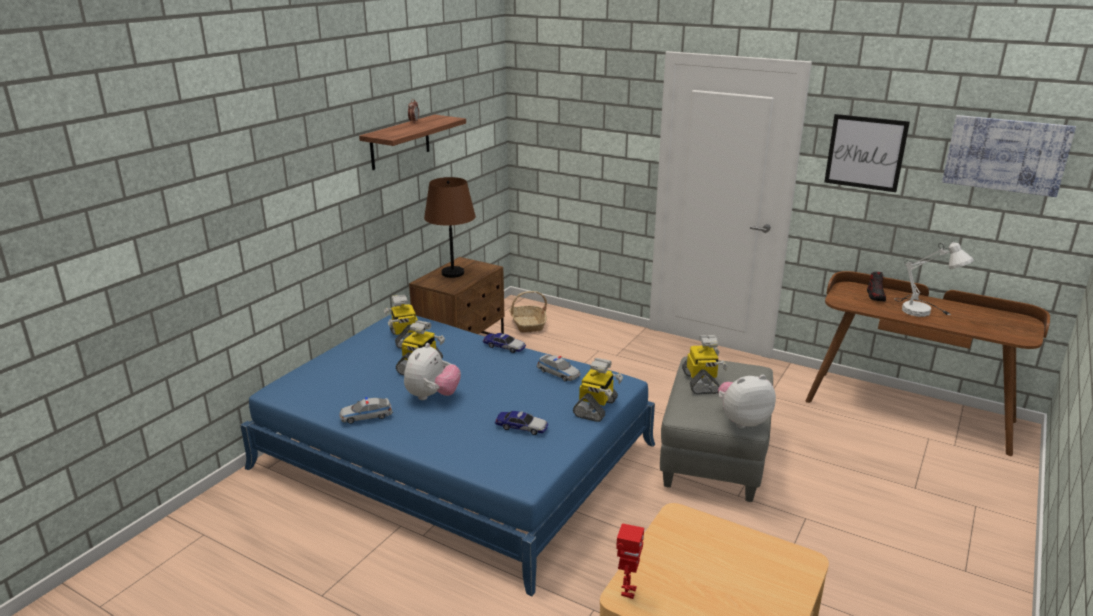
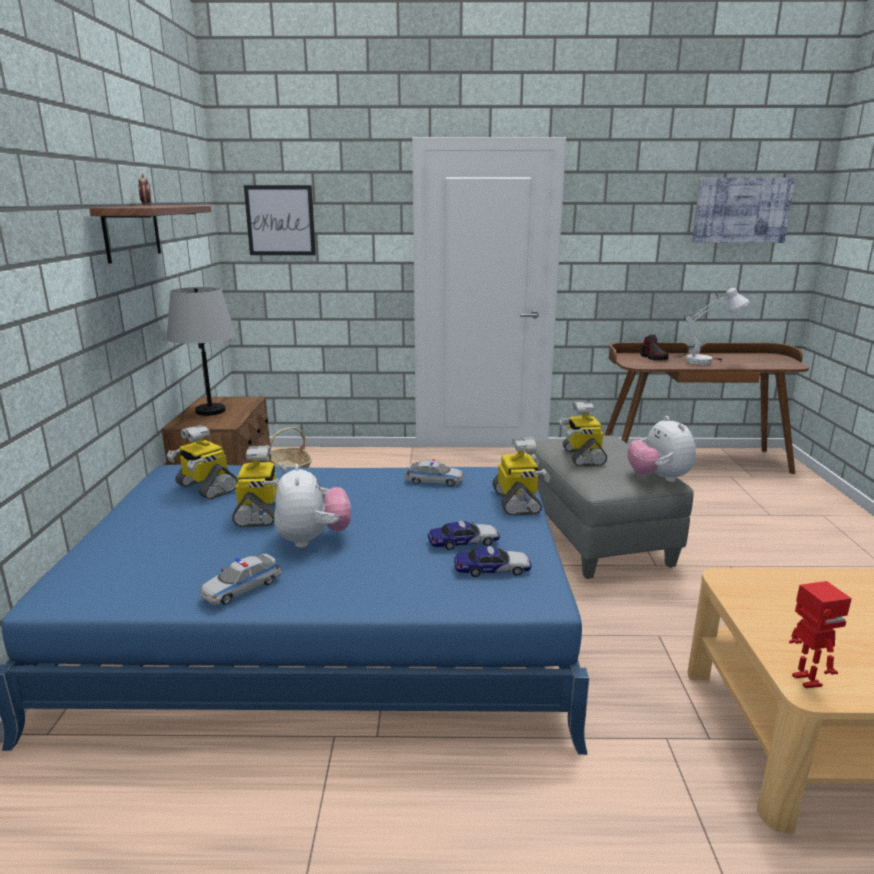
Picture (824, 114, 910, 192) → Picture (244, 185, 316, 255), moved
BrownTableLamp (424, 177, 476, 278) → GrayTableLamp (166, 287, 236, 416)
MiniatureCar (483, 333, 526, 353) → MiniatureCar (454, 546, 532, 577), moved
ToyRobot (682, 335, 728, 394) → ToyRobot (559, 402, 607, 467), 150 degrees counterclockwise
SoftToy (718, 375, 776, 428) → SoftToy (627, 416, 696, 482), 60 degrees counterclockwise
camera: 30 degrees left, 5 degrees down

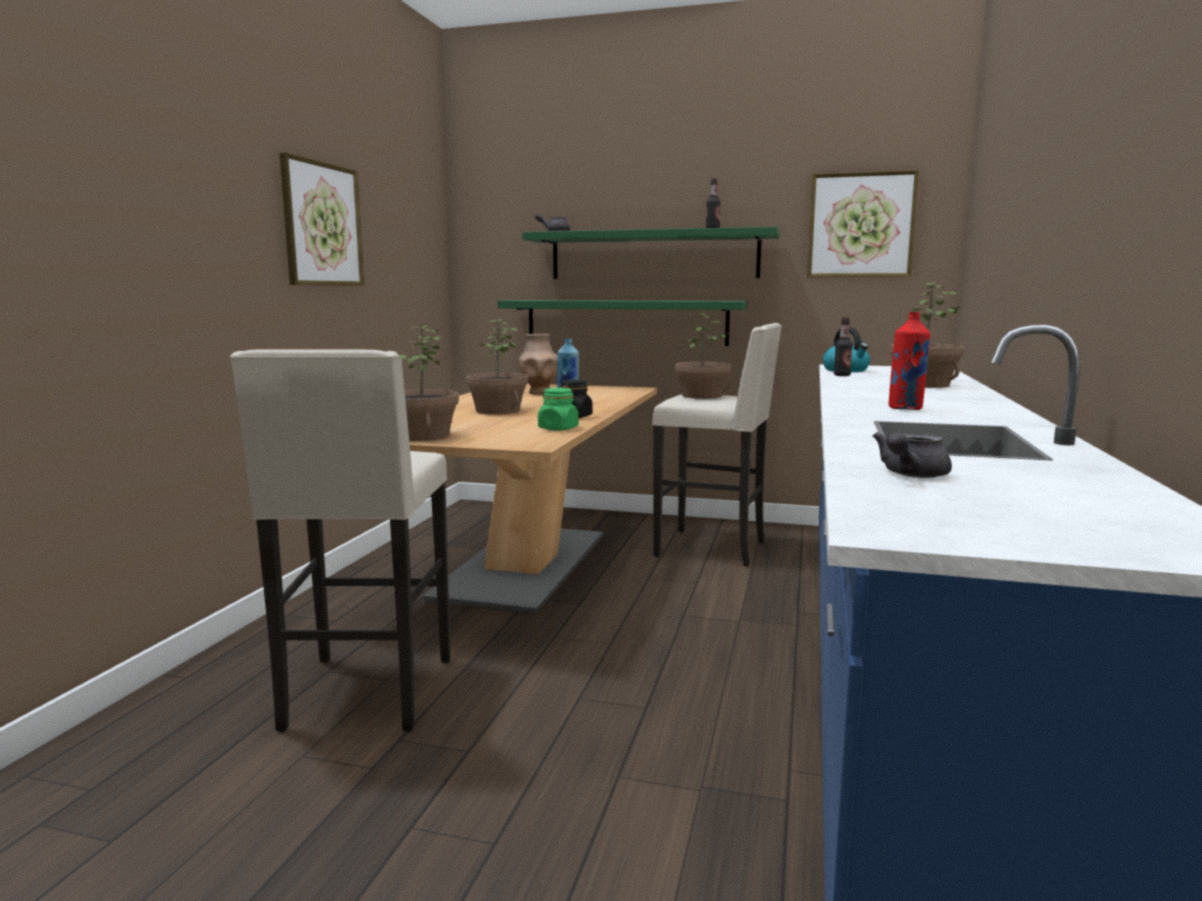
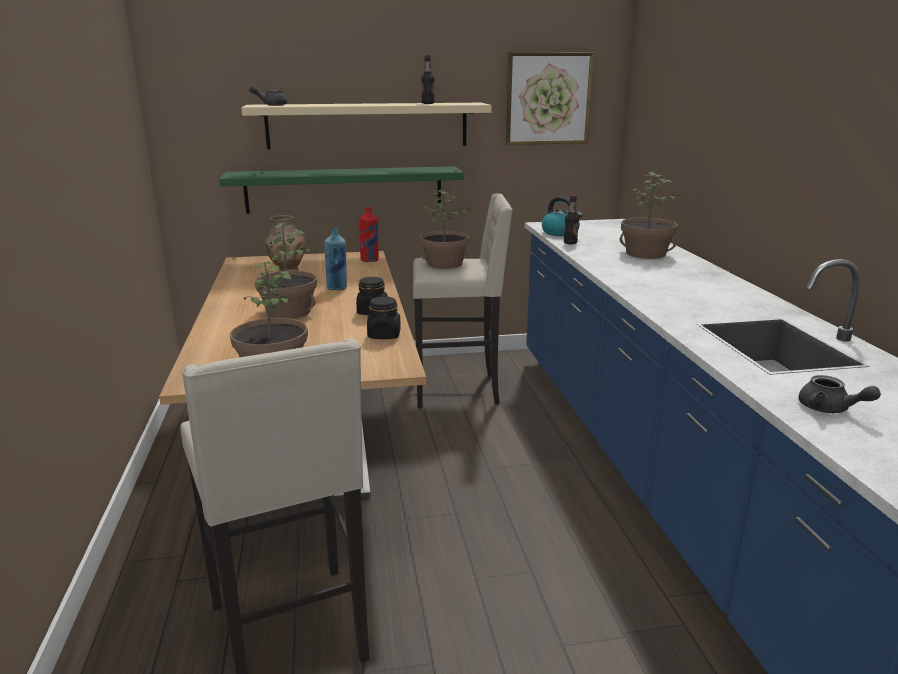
Picture (279, 152, 364, 286) → -
GreenishWallShelf (522, 227, 779, 279) → BeigeWallShelf (241, 103, 492, 150)
RedColouredBottle (889, 312, 930, 410) → RedColouredBottle (359, 207, 379, 262), moved
GreenishPreserveJar (538, 388, 579, 431) → BlackColouredPreserveJar (367, 296, 401, 339)
GrayPotForTea (873, 432, 952, 478) → GrayPotForTea (799, 375, 881, 413), 60 degrees counterclockwise
camera: 25 degrees left, 10 degrees up

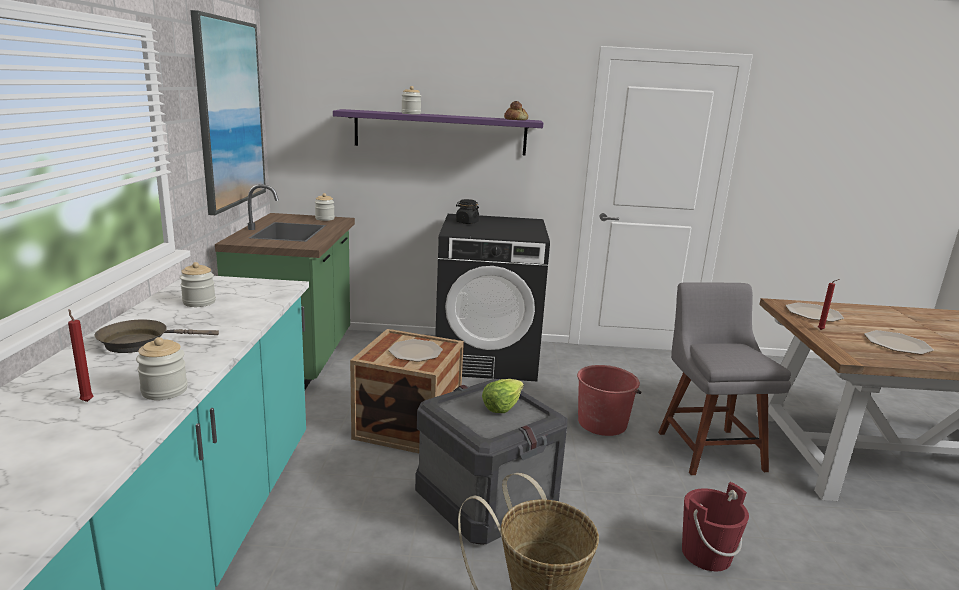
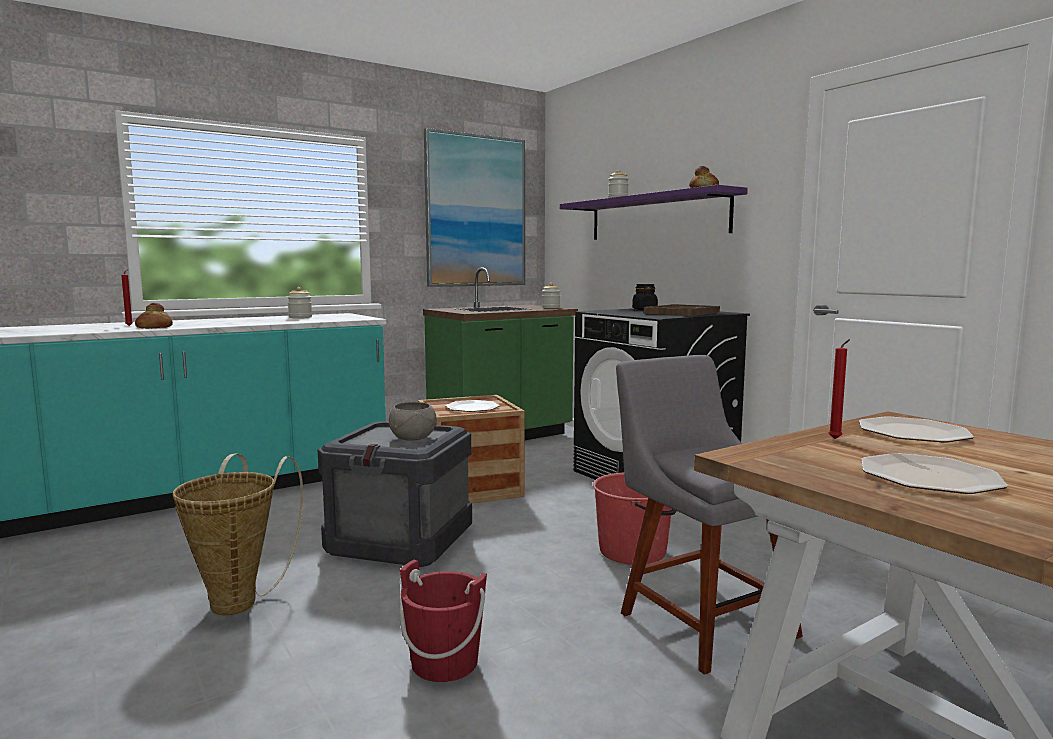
GrayUprightChair (658, 282, 791, 475) → GrayUprightChair (616, 355, 803, 675), 75 degrees counterclockwise
BrownPan (95, 319, 219, 353) → -
PreserveJar (136, 337, 188, 400) → BakeryBread (135, 303, 173, 328)
LettuceHead (482, 379, 524, 413) → GrayBowl (389, 402, 438, 441)
- → BrownCarryingTray (644, 304, 720, 316)
camera: 55 degrees right, 10 degrees down

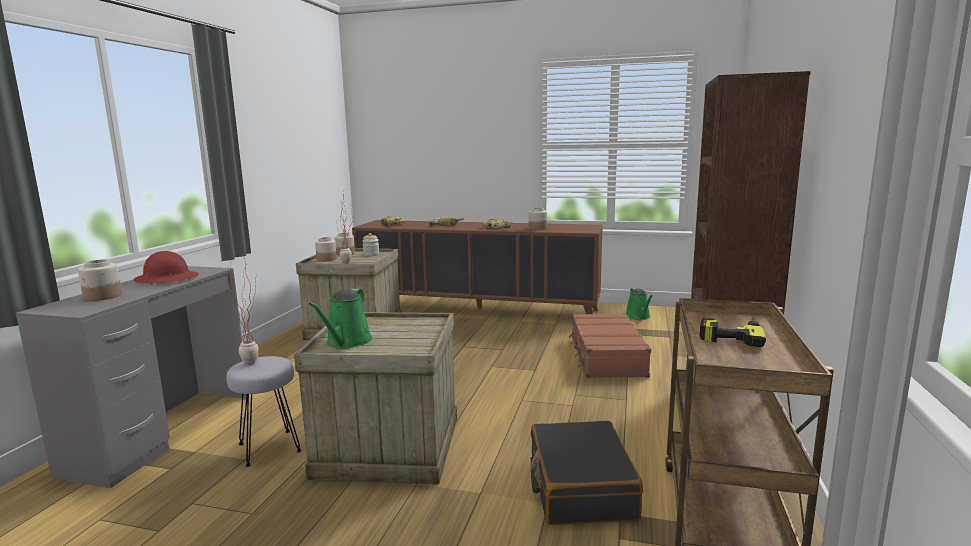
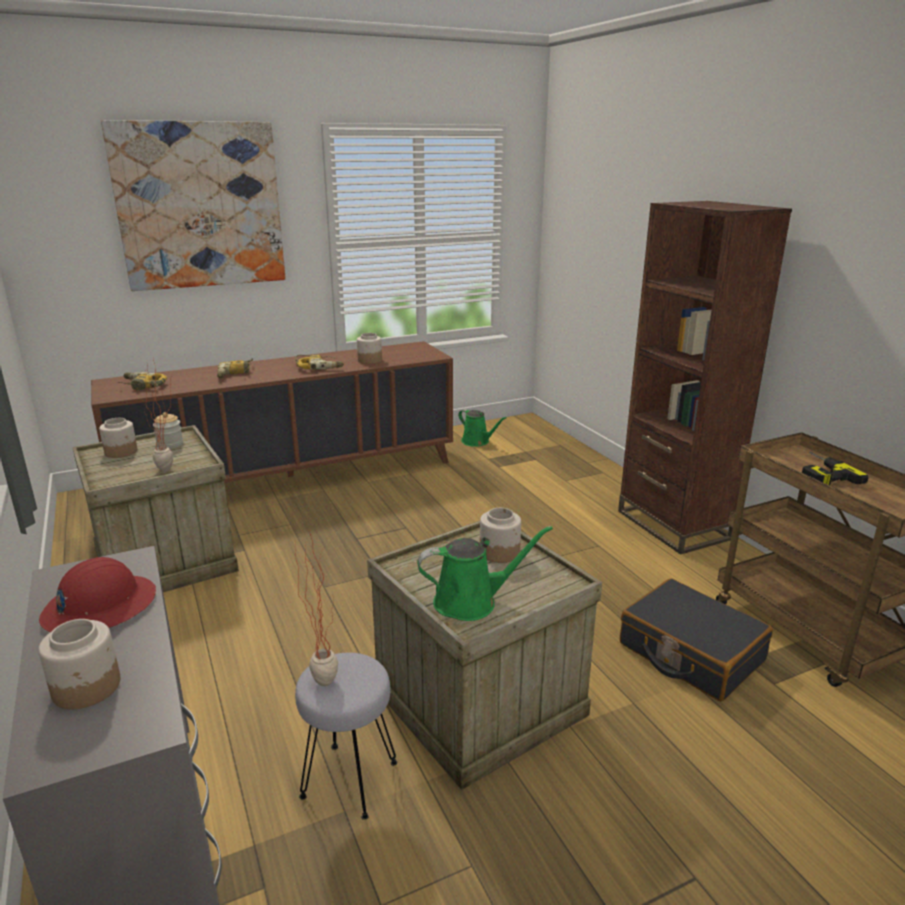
PreserveJar (315, 237, 337, 261) → PreserveJar (480, 508, 521, 563), moved
GreenishWateringCan (309, 289, 372, 349) → GreenishWateringCan (417, 526, 553, 621), 75 degrees counterclockwise
BrownSuitcase (569, 313, 651, 378) → -
- → Picture (101, 120, 286, 291)
camera: 40 degrees left, 10 degrees up

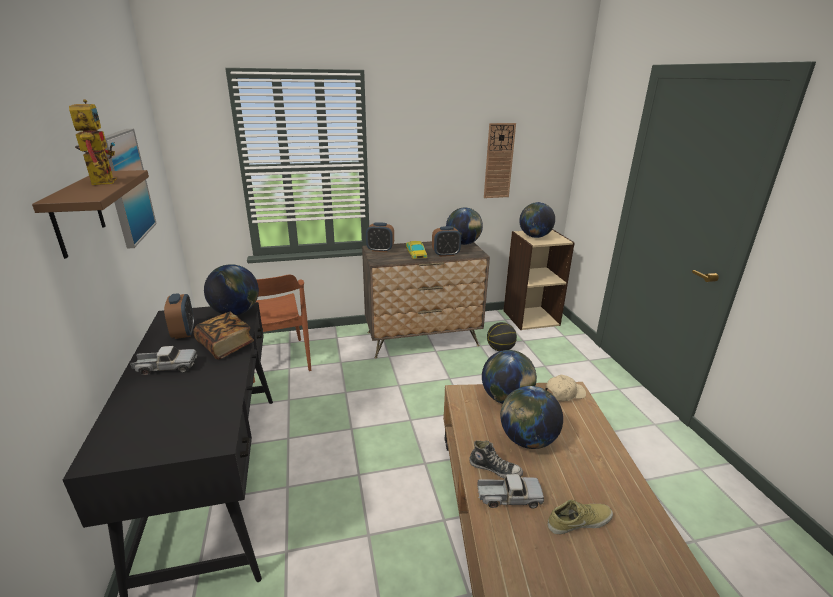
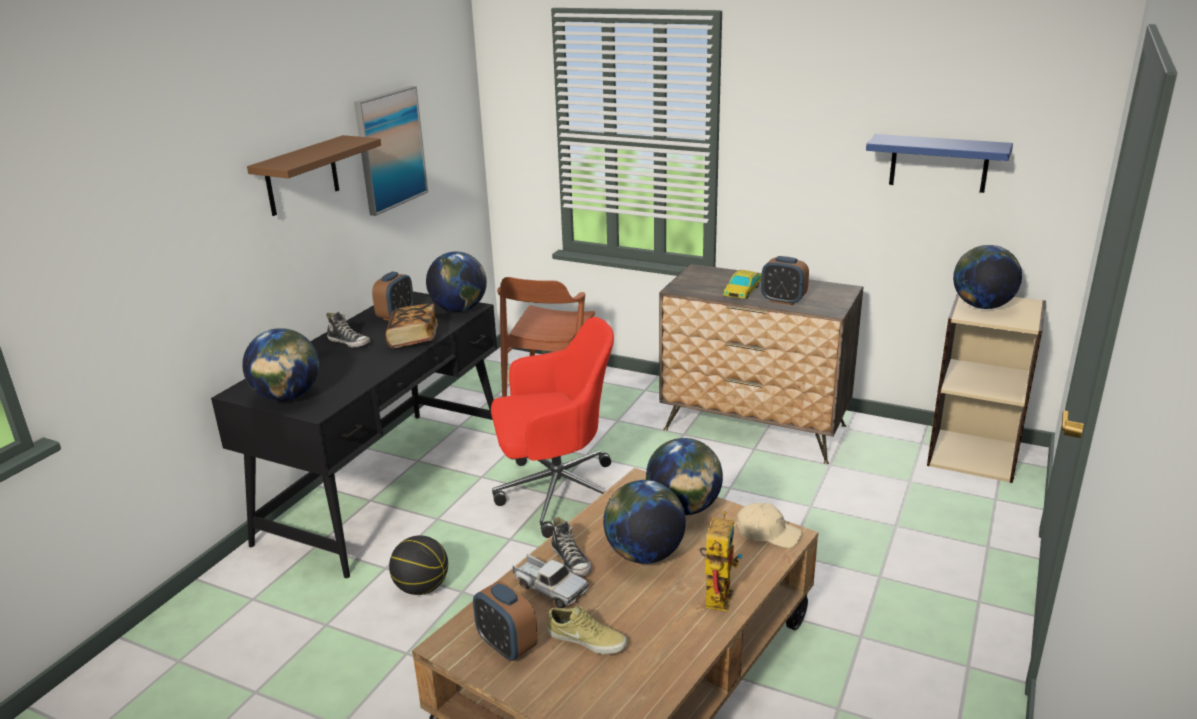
ToyRobot (69, 99, 117, 185) → ToyRobot (700, 511, 742, 612), moved
HangingClock (484, 123, 516, 198) → BlueColouredWallShelf (866, 134, 1013, 193)
Globe (446, 208, 483, 245) → Globe (242, 328, 319, 401), moved
TableClock (366, 222, 394, 252) → TableClock (473, 581, 538, 661), moved
Basketball (487, 322, 517, 351) → Basketball (389, 535, 448, 595), moved
ModelTruck (130, 346, 197, 375) → ItemOfFootwear (326, 312, 370, 348)
- → RedColouredOfficeChair (491, 317, 614, 538)
camera: 40 degrees right, 0 degrees up

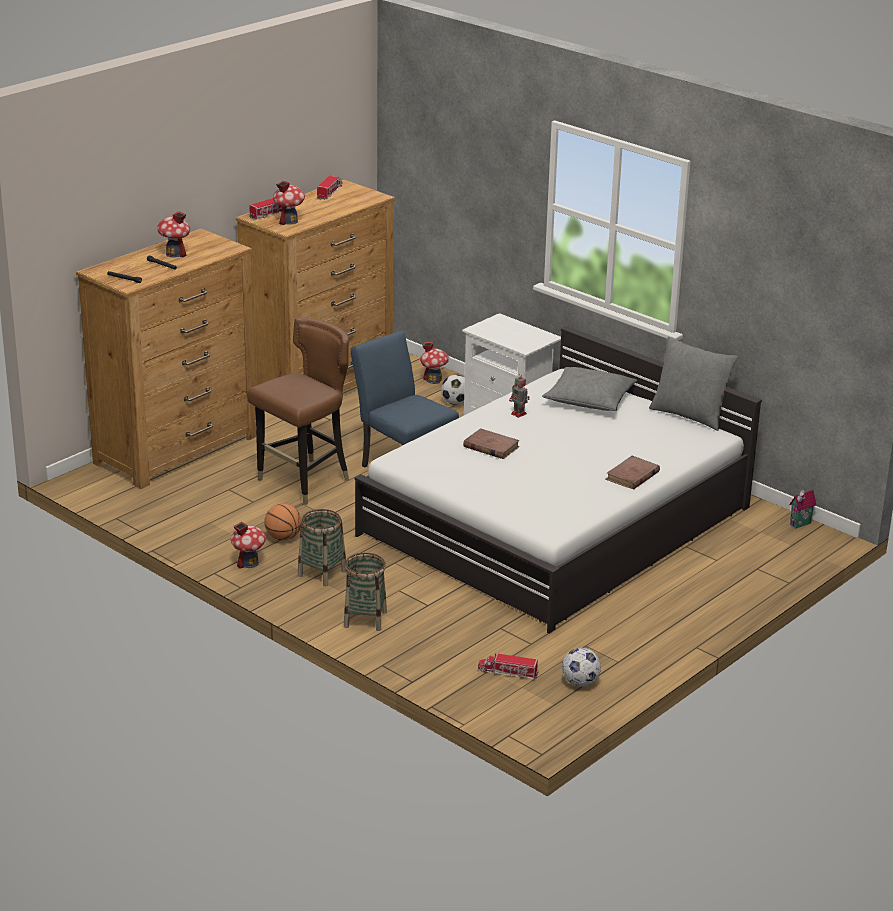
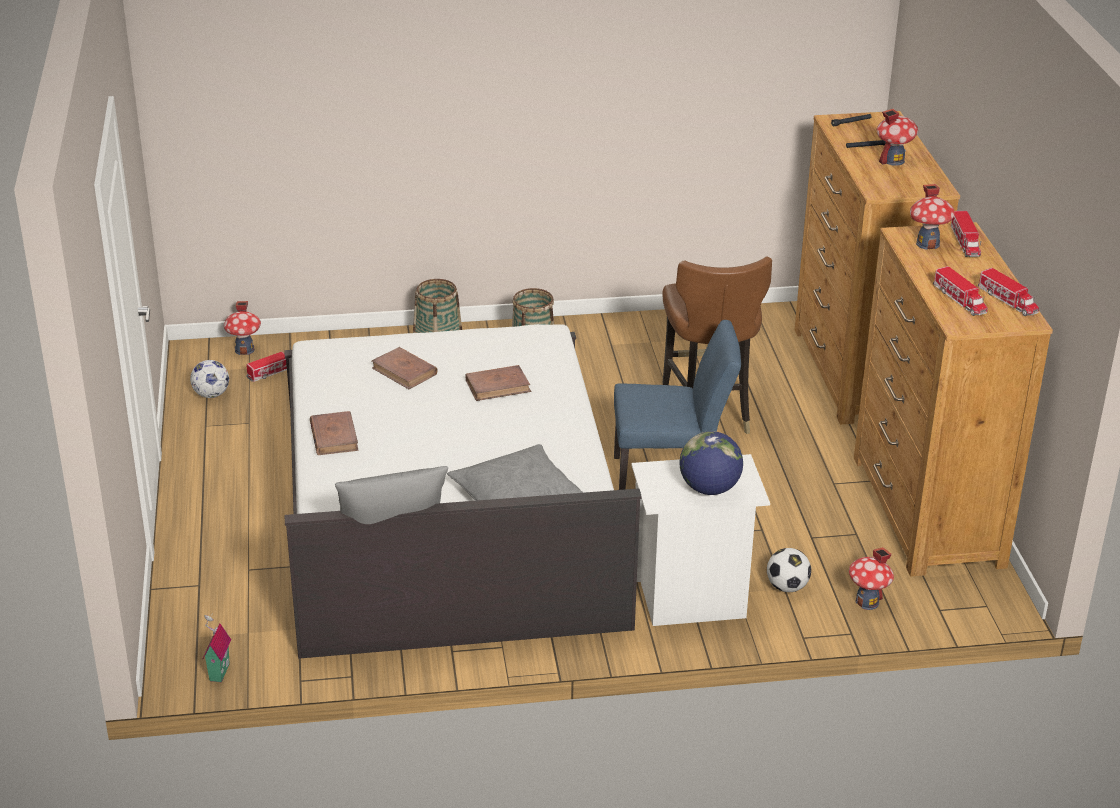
ToyRobot (509, 373, 529, 418) → -
Basketball (264, 504, 302, 540) → -
ModelHouse (231, 521, 266, 569) → ModelHouse (224, 301, 261, 355), moved
- → ModelTruck (933, 266, 988, 316)
- → BrownBoundBook (372, 347, 438, 389)
- → Globe (680, 431, 743, 495)
camera: 130 degrees right, 5 degrees up

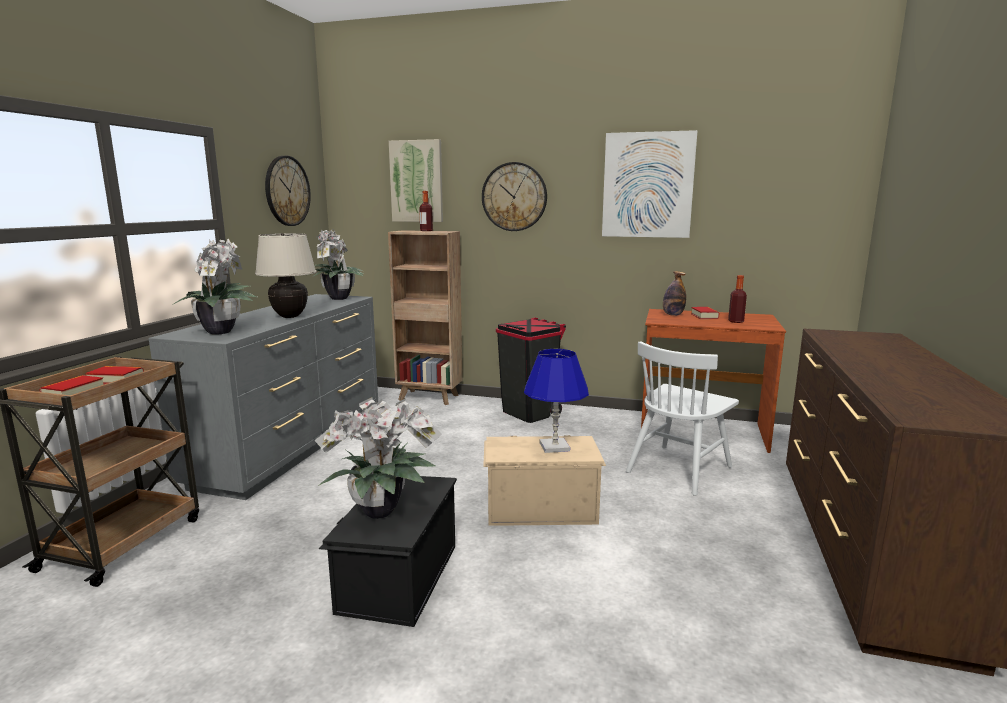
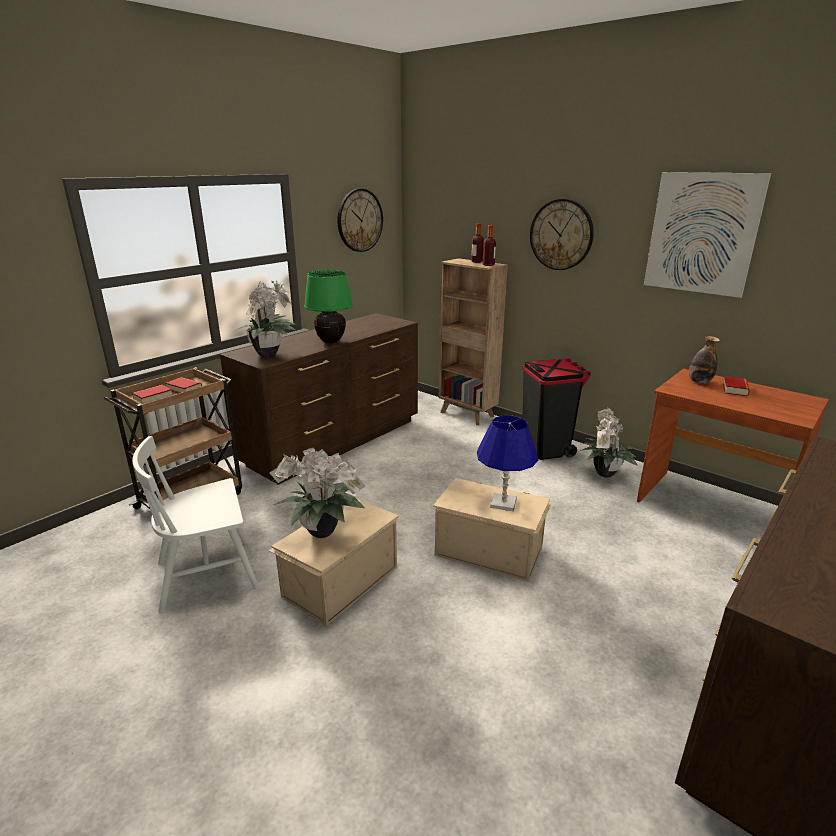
Picture (389, 139, 443, 222) → -
PottedPlant (313, 229, 364, 300) → PottedPlant (580, 408, 638, 477), moved
BeigeTableLamp (255, 233, 316, 318) → GreenishTableLamp (304, 270, 353, 344)
Bottle (728, 275, 747, 323) → Bottle (483, 225, 496, 266), moved
GrayChestOfDrawers (149, 294, 378, 500) → BrownChestOfDrawers (220, 313, 418, 485)
WhiteColouredUprightChair (626, 341, 739, 496) → WhiteColouredUprightChair (132, 436, 259, 614), moved
BlackColouredStorageBox (319, 476, 457, 627) → BeigeStorageBox (269, 499, 399, 626)
camera: 25 degrees right, 10 degrees up

